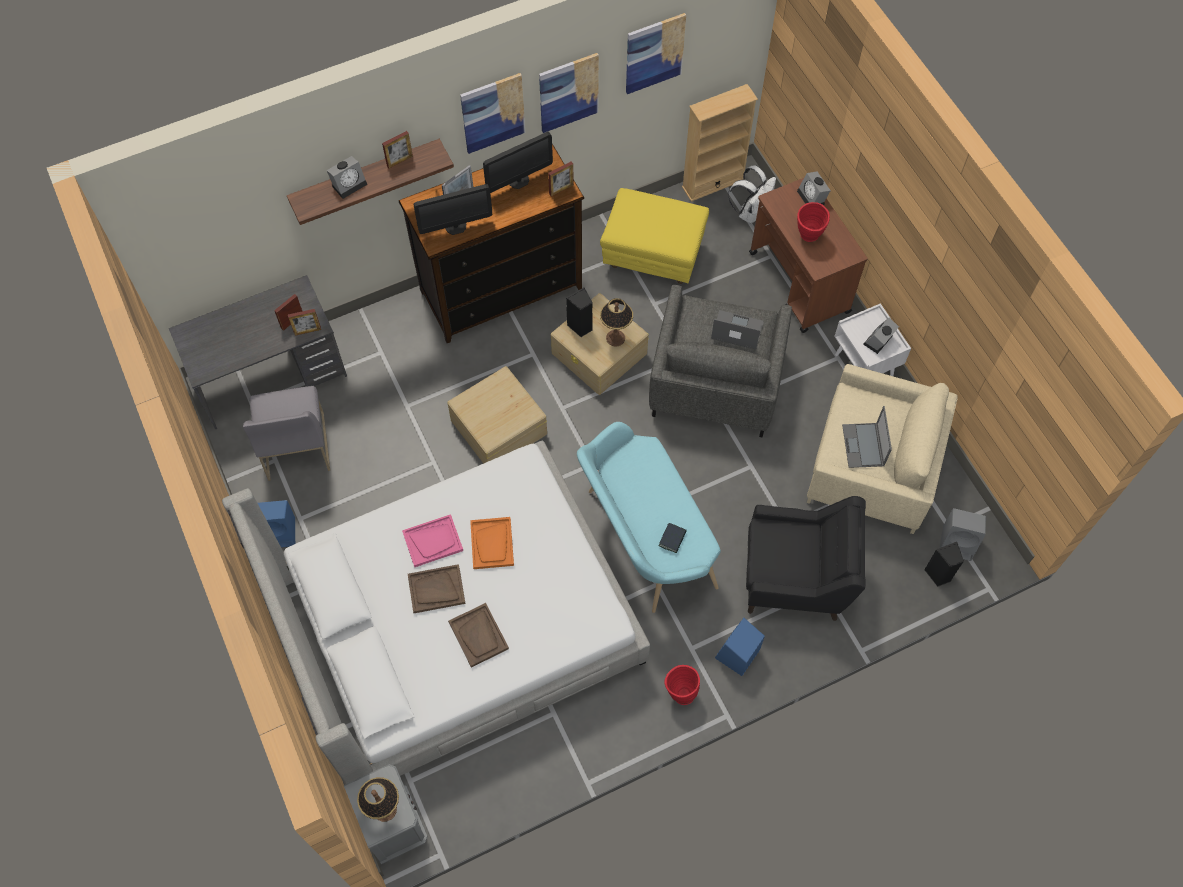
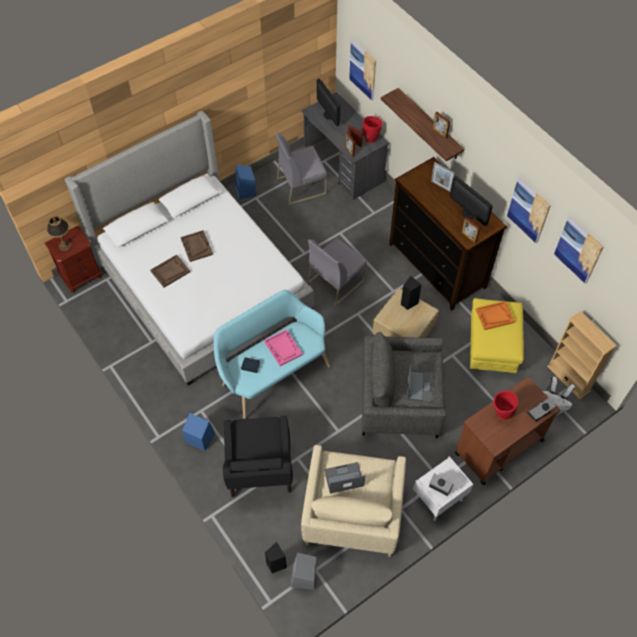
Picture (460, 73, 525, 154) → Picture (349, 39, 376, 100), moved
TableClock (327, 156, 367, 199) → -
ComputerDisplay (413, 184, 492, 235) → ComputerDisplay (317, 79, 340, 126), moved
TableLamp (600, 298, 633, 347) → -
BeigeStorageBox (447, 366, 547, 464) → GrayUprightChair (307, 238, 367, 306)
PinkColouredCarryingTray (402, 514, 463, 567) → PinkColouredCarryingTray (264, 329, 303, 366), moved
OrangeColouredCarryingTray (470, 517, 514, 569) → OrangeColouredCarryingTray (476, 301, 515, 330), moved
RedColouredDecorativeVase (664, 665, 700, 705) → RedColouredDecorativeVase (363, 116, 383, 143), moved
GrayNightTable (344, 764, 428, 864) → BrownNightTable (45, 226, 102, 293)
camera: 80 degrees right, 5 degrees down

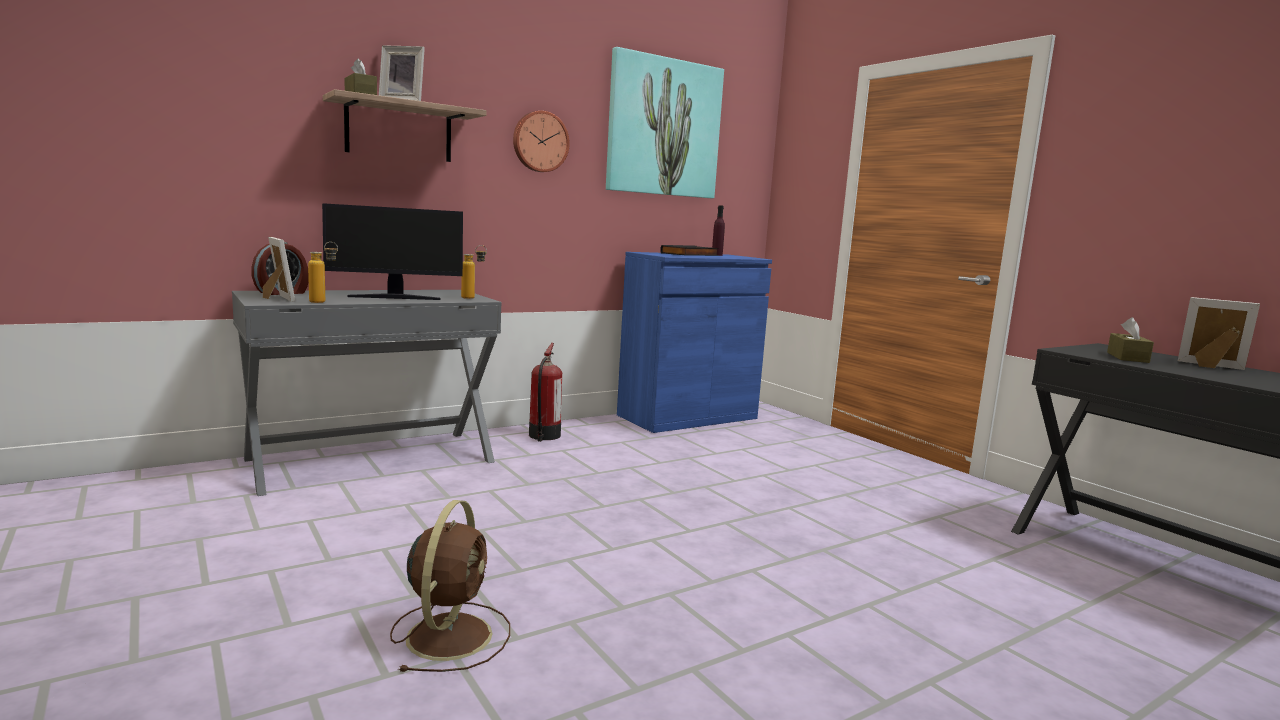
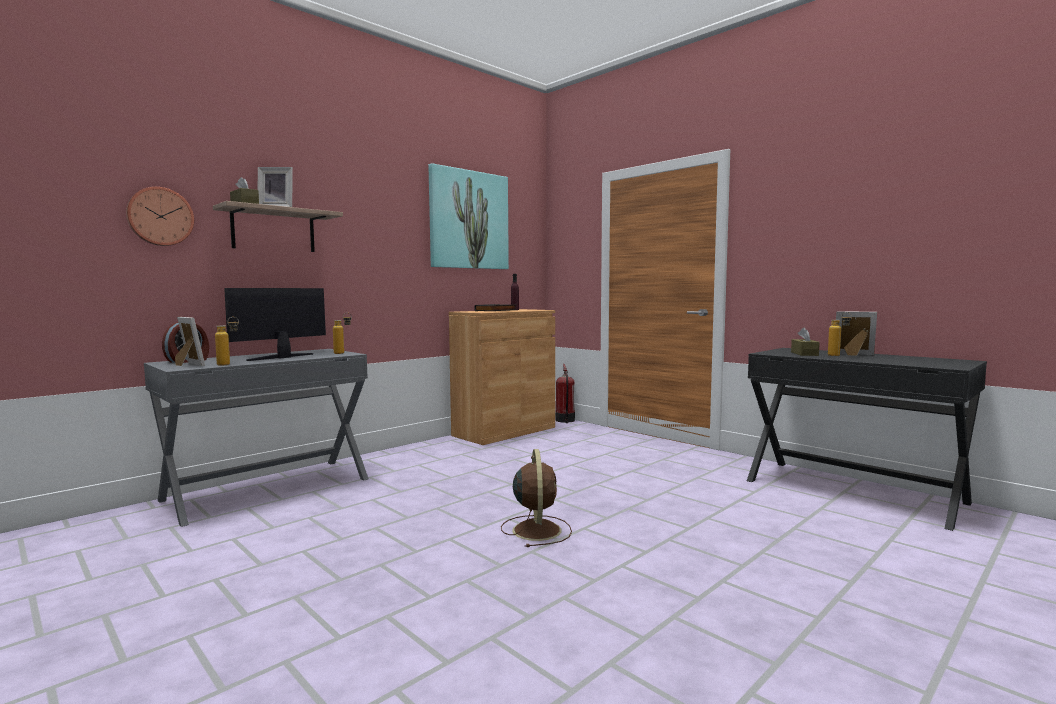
HangingClock (513, 111, 570, 172) → HangingClock (126, 187, 194, 246), moved
ComputerDisplay (322, 203, 463, 300) → ComputerDisplay (224, 288, 326, 361), 150 degrees clockwise
BlueColouredStorageCabinet (617, 252, 772, 433) → BrownStorageCabinet (449, 309, 555, 445)
FireFightingCylinder (529, 343, 562, 442) → FireFightingCylinder (556, 364, 575, 423), moved
BrownFan (390, 500, 510, 672) → BrownFan (501, 449, 572, 547), moved
- → Bottle (828, 312, 852, 356)
camera: 10 degrees left, 5 degrees down

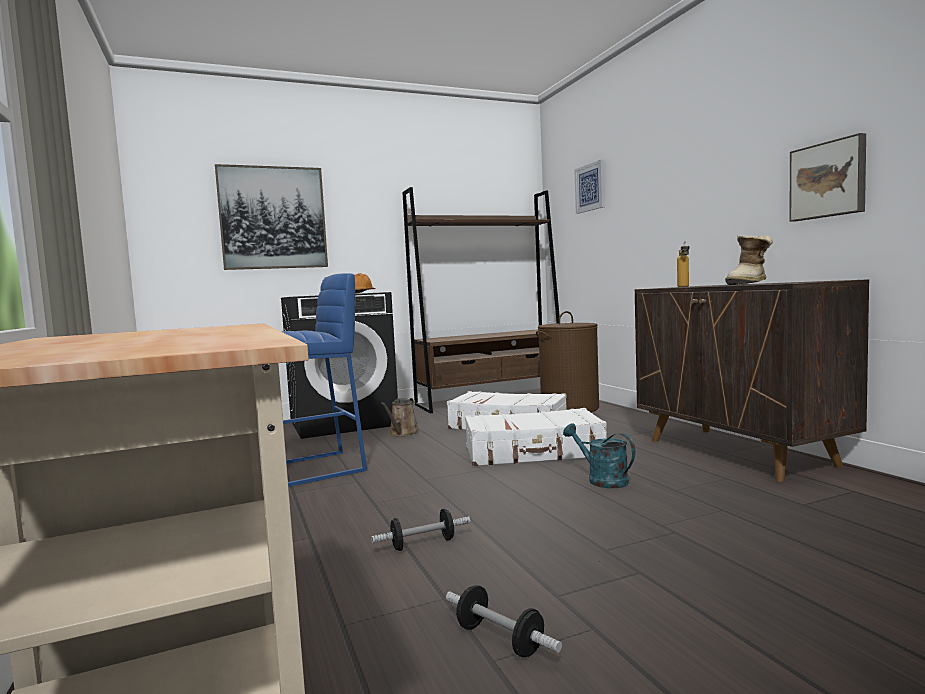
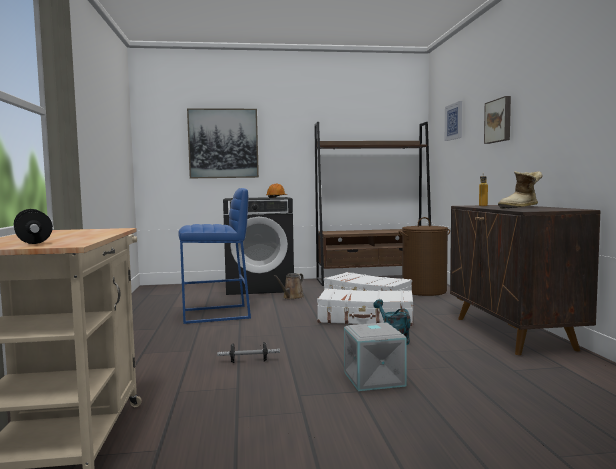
Picture (789, 133, 866, 221) → Picture (484, 96, 511, 144), moved
FreeWeight (446, 585, 562, 657) → FreeWeight (14, 209, 53, 244), moved
- → GrayStorageBox (344, 323, 407, 391)
camera: 15 degrees right, 0 degrees up

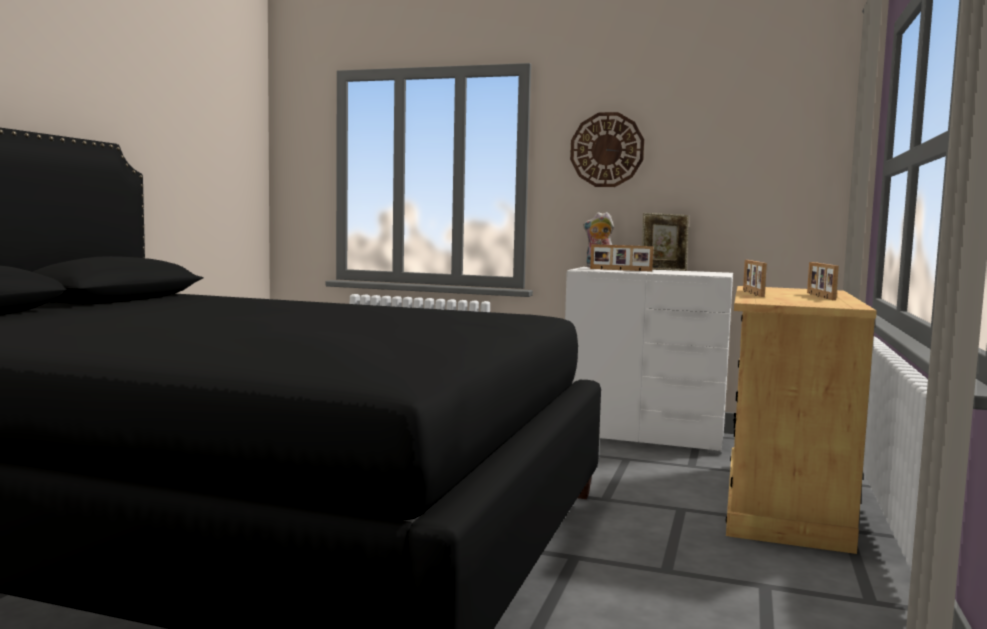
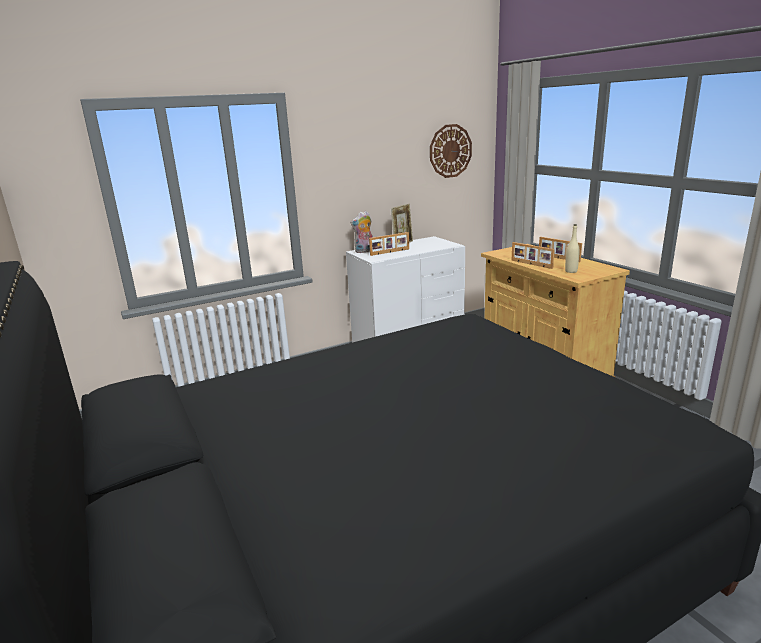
HangingClock (570, 112, 644, 187) → HangingClock (430, 124, 472, 178), moved
- → BeigeBottle (565, 224, 580, 273)
camera: 45 degrees left, 15 degrees up

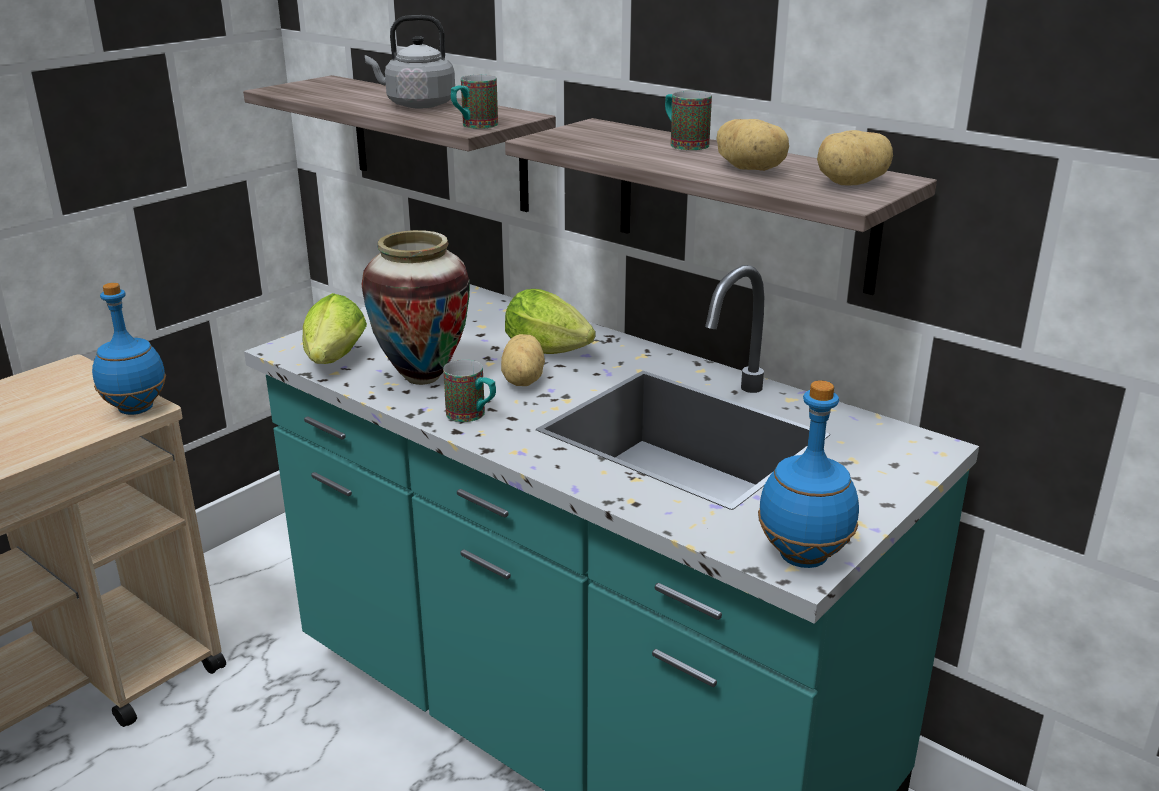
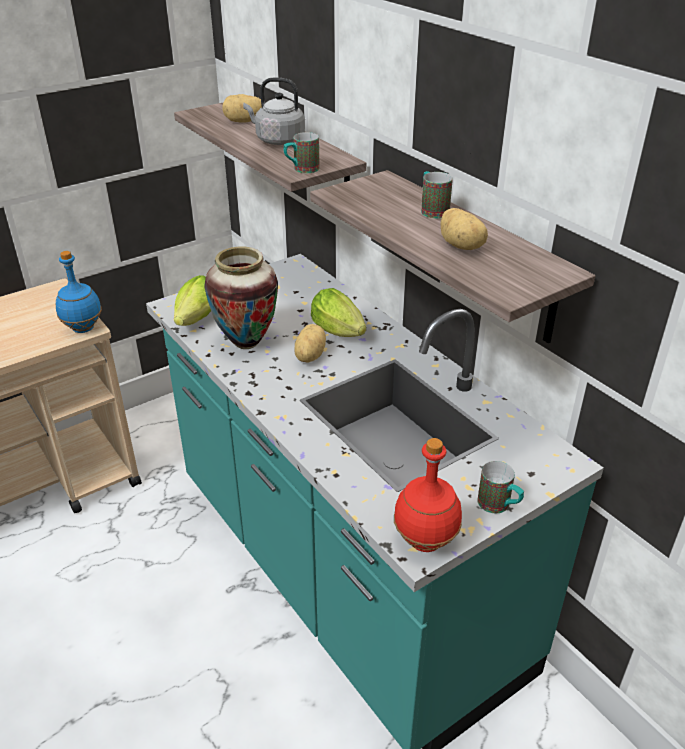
Potato (817, 130, 893, 185) → Potato (222, 94, 262, 123), moved
Mug (443, 359, 496, 422) → Mug (477, 461, 524, 513), moved
BlueColouredBottle (758, 380, 859, 568) → RedColouredBottle (394, 438, 462, 552)
camera: 15 degrees right, 10 degrees up

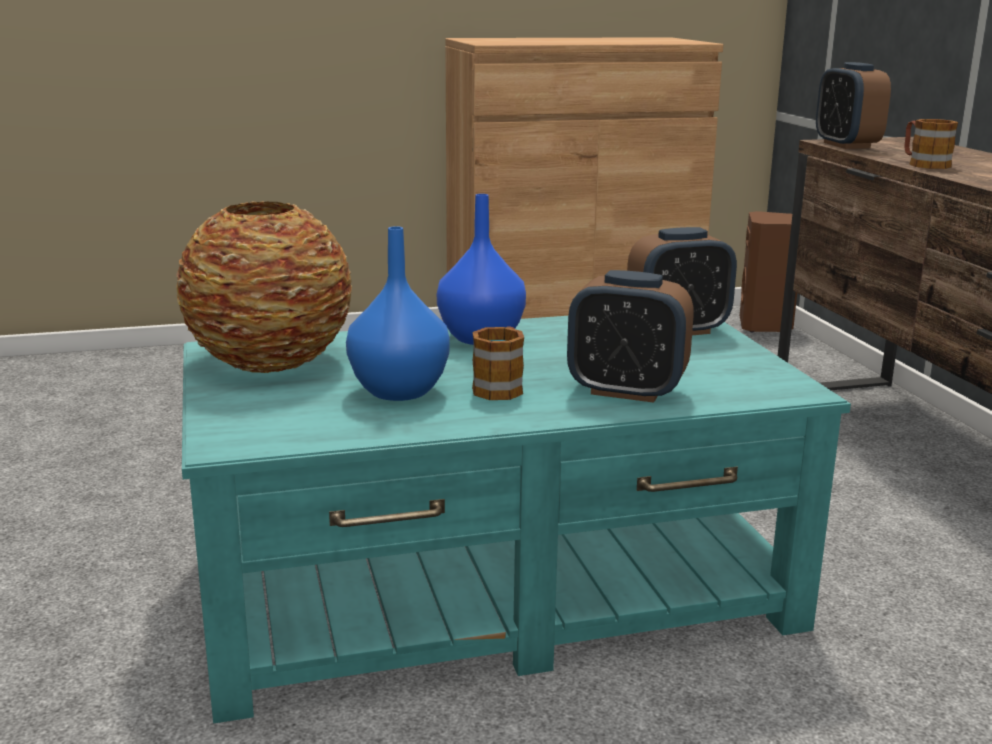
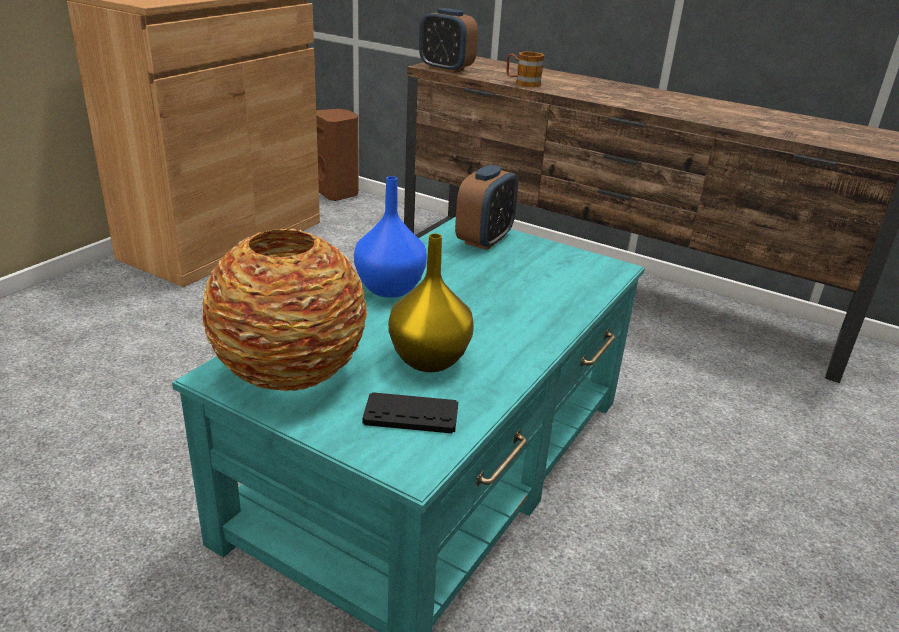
BlueColouredDecorativeVase (346, 226, 450, 401) → YellowDecorativeVase (388, 234, 474, 372)
TableClock (567, 270, 694, 403) → -
Mug (472, 326, 524, 400) → -
- → BlackColouredGameController (362, 392, 458, 434)
camera: 45 degrees left, 10 degrees up

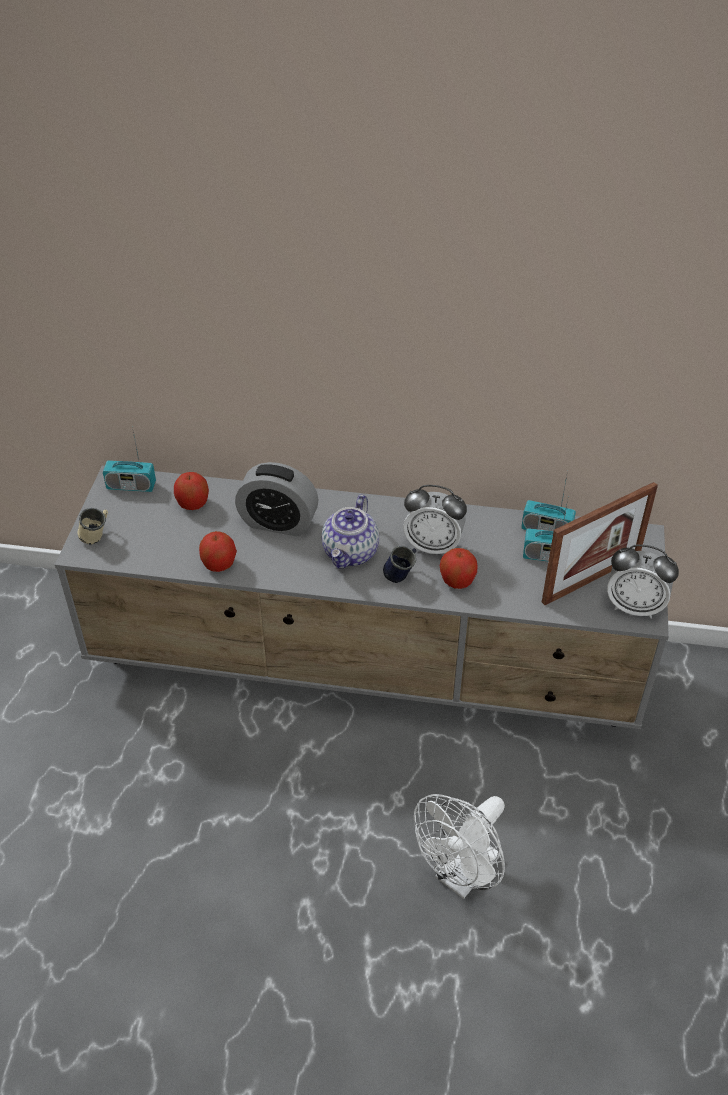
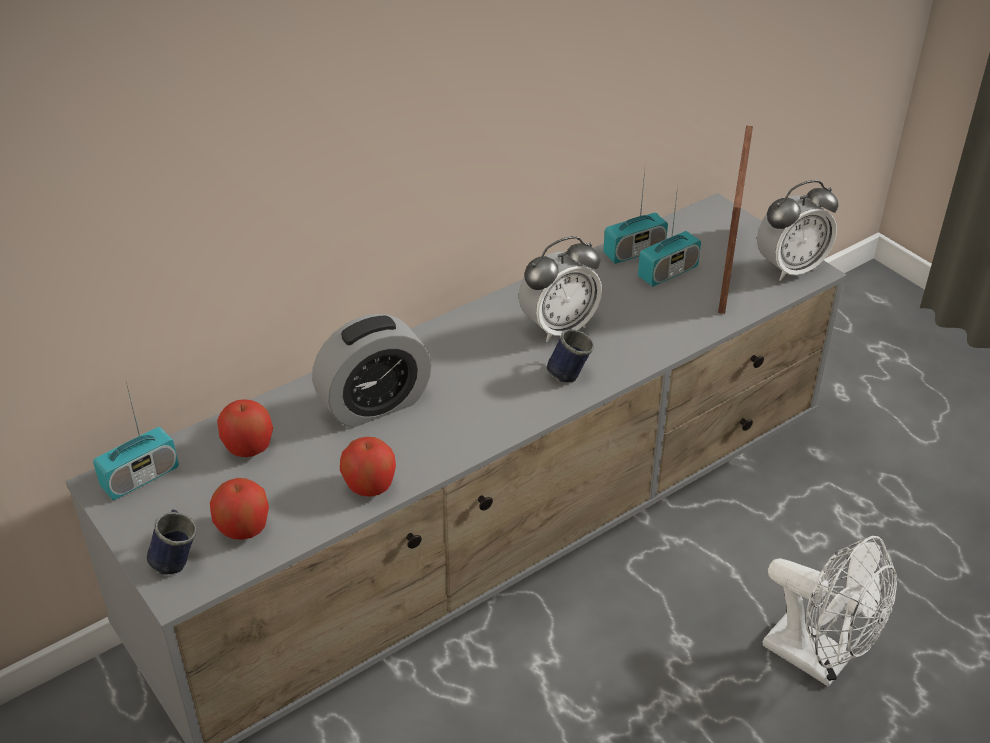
PotForTea (322, 495, 379, 569) → -
BeigeMug (77, 508, 108, 545) → BlueColouredMug (147, 509, 197, 575)
AppleFruit (440, 548, 477, 589) → AppleFruit (210, 478, 269, 540), moved
WhiteColouredFan (414, 794, 505, 899) → WhiteColouredFan (763, 536, 897, 687), 45 degrees counterclockwise
camera: 45 degrees left, 5 degrees down

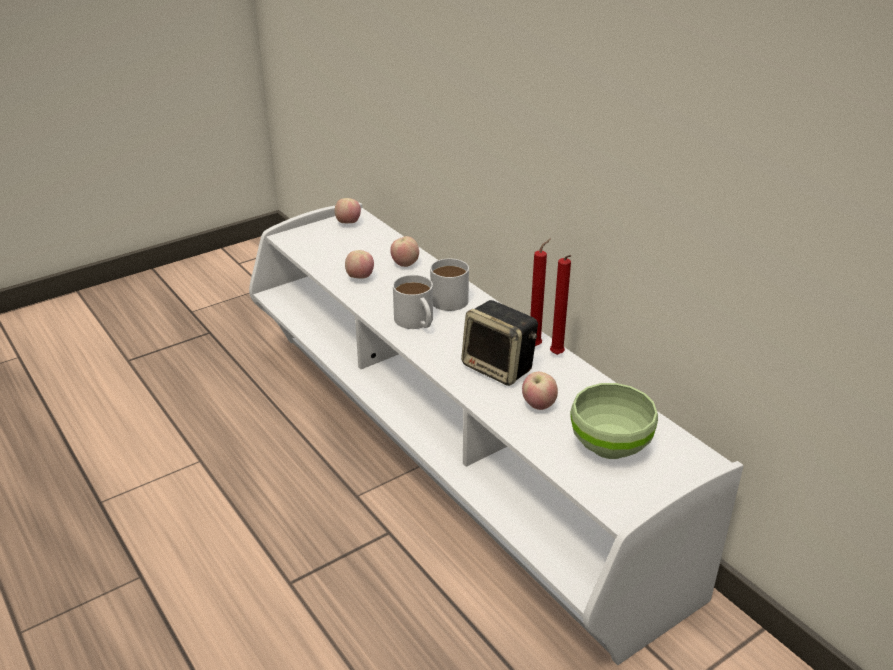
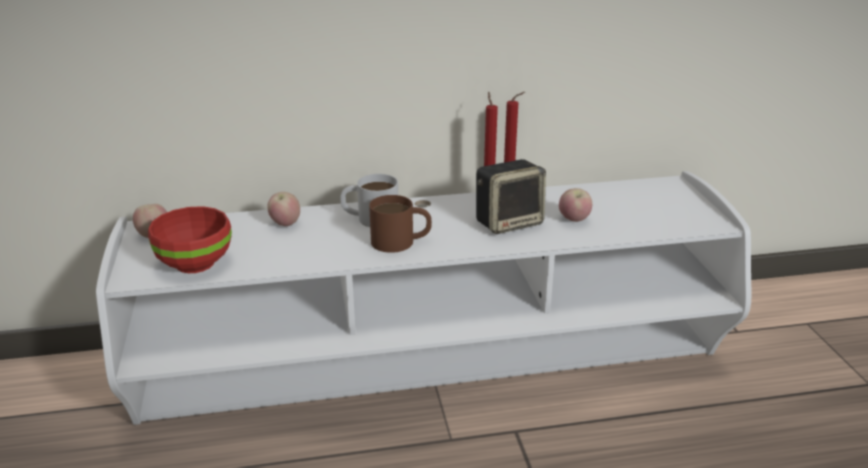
AppleFruit (345, 250, 374, 279) → -
WhiteColouredMug (393, 275, 433, 329) → BrownMug (369, 195, 432, 253)
GreenishBowl (570, 383, 658, 459) → -
- → RedColouredBowl (148, 206, 232, 273)
camera: 65 degrees left, 5 degrees down

